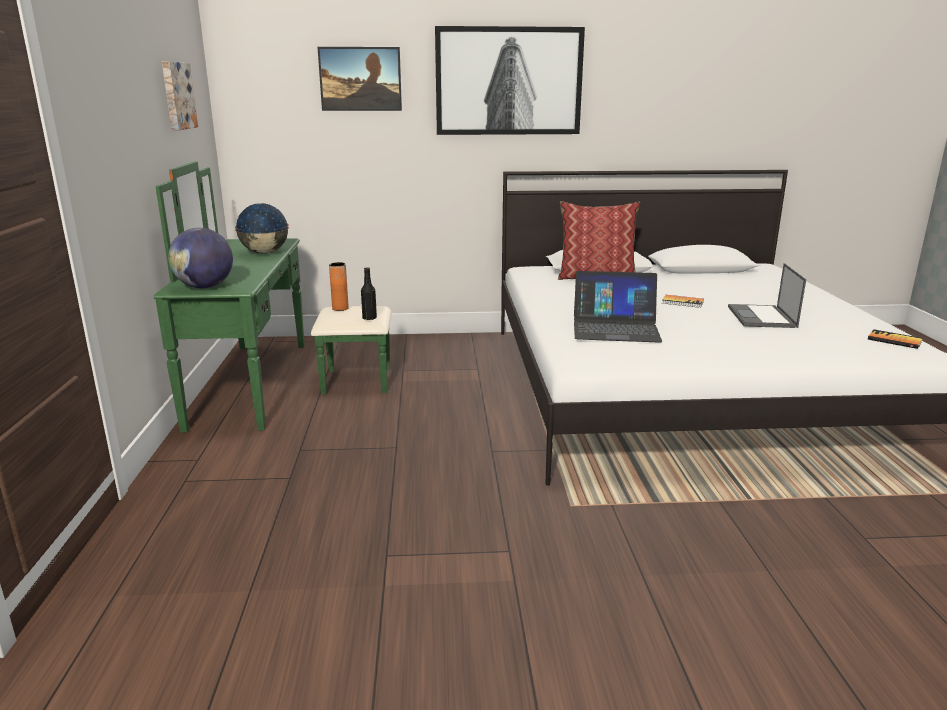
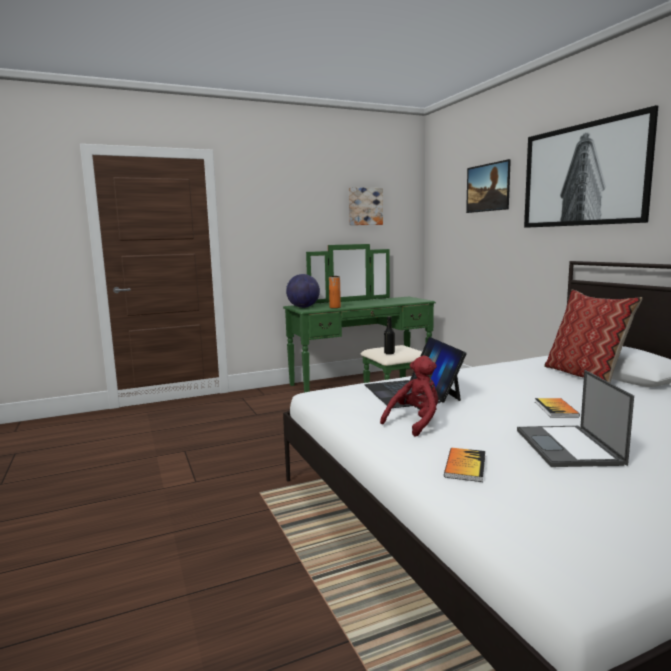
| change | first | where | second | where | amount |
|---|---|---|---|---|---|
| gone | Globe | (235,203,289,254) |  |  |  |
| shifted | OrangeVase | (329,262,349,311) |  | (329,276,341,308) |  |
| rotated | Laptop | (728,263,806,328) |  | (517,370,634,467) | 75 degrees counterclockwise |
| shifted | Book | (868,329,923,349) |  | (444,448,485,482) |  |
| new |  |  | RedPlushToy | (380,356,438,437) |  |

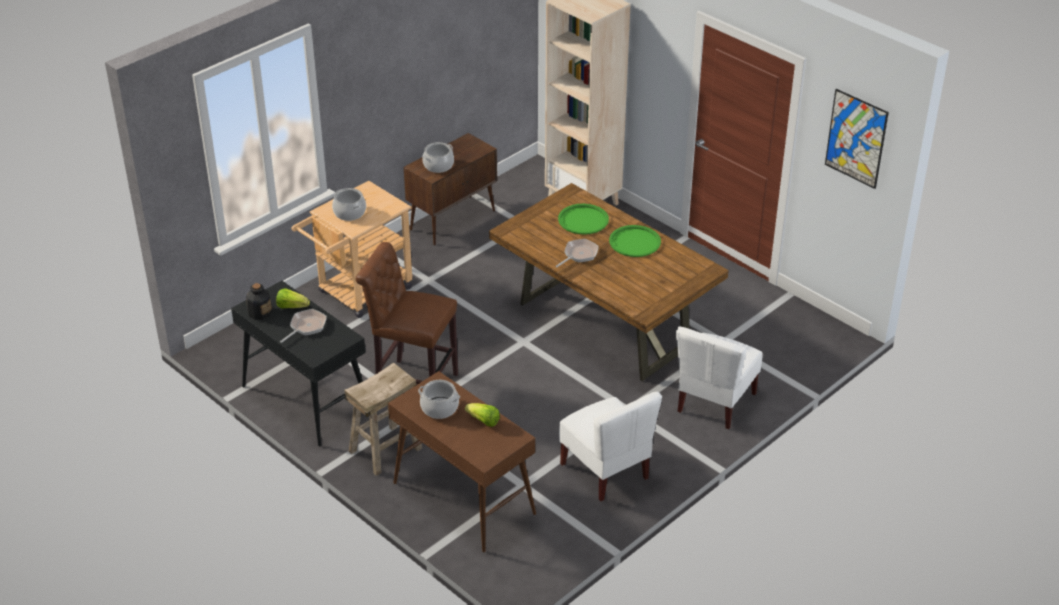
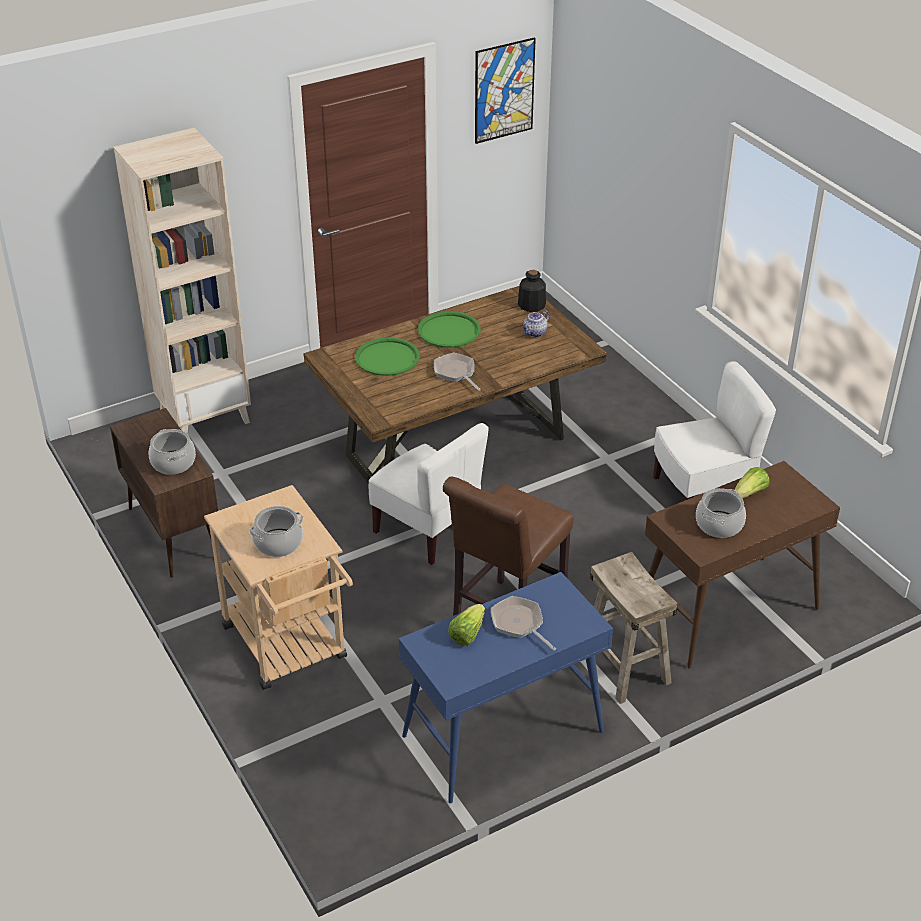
| change | first | where | second | where | amount |
|---|---|---|---|---|---|
| repainted | BlackConsoleTable | (231,281,366,447) | BlueConsoleTable | (399,572,613,803) |  |
| shifted | Bottle | (246,283,273,320) |  | (518,270,546,312) |  |
| shifted | WhiteChair | (676,326,763,429) |  | (369,423,489,565) |  |
| new |  |  | Teapot | (522,310,549,337) |  |

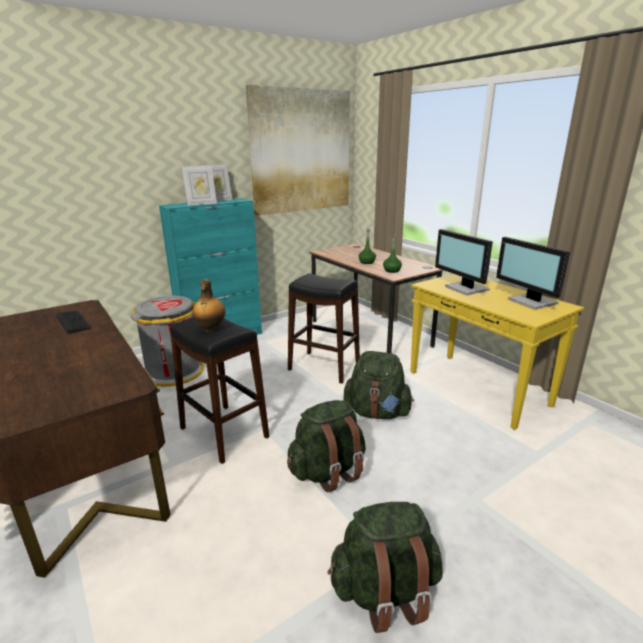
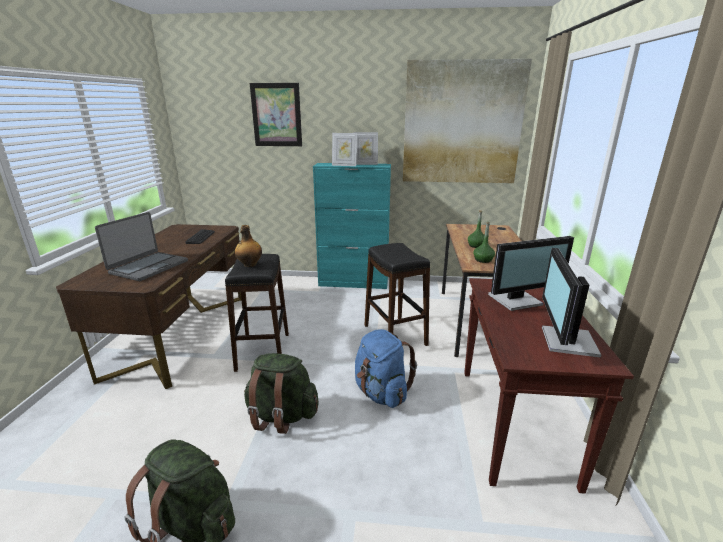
| change | first | where | second | where | amount |
|---|---|---|---|---|---|
| rotated | Monitor | (435,229,493,295) |  | (488,236,574,311) | 120 degrees counterclockwise |
| repainted | YellowConsoleTable | (410,274,584,430) | BrownConsoleTable | (464,278,634,494) |  |
| gone | GreyTrashCan | (130,296,204,387) |  |  |  |
| repainted | GreenBackpack | (343,351,414,419) | BlueBackpack | (355,329,417,408) |  |
| new |  |  | Picture | (250,83,302,146) |  |
| new |  |  | Laptop | (95,212,188,281) |  |

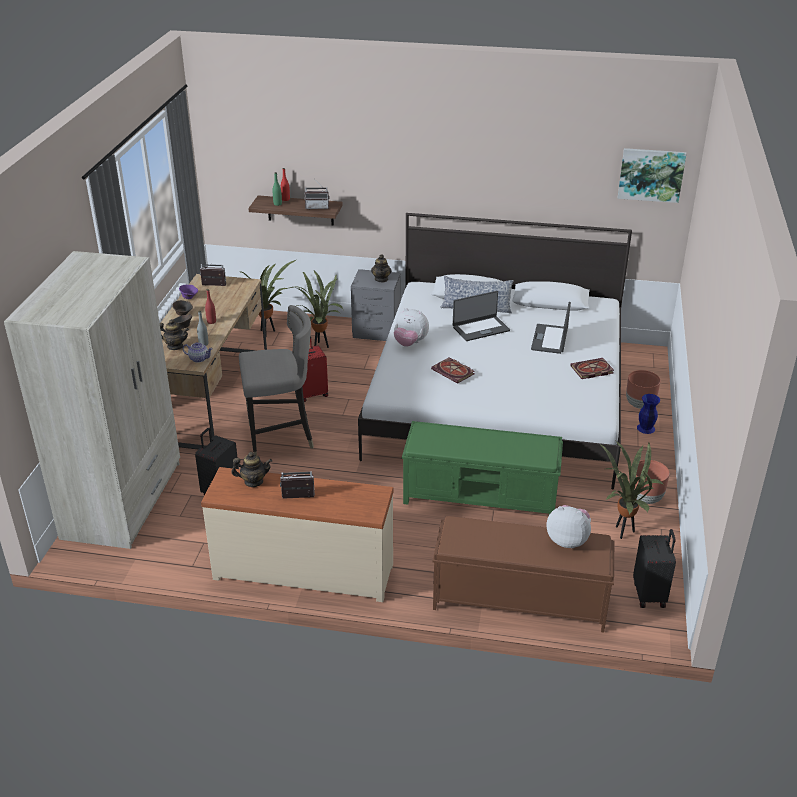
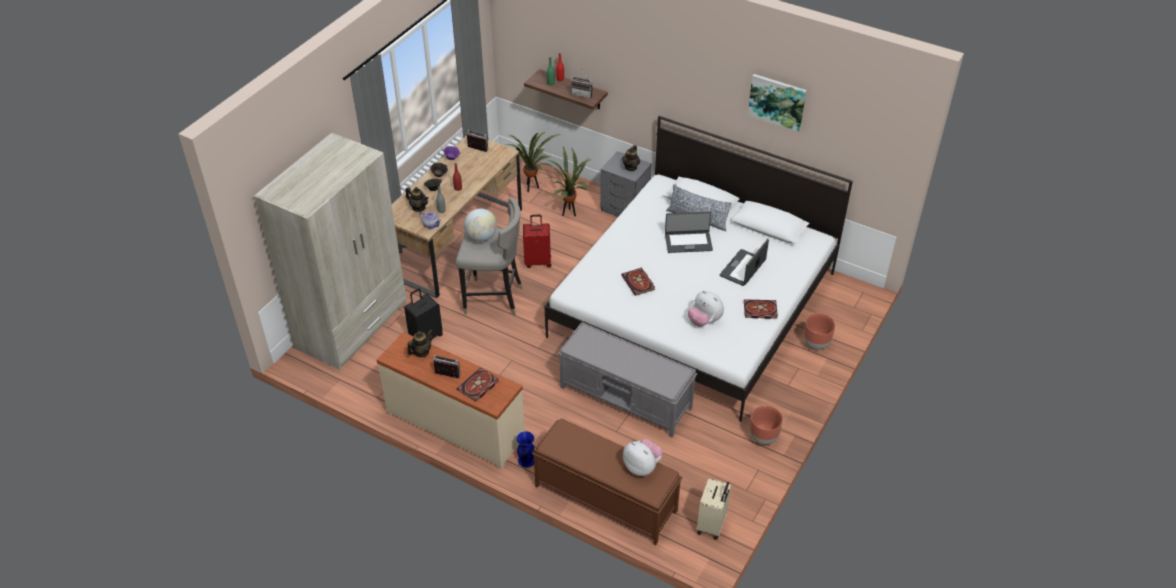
| change | first | where | second | where | amount |
|---|---|---|---|---|---|
| shifted | Picture | (618,148,686,203) |  | (748,74,807,132) |  |
| shifted | PlushToy | (394,308,429,347) |  | (688,290,724,326) |  |
| shifted | BlueVase | (637,394,660,434) |  | (517,431,535,468) |  |
| repainted | GreenBench | (402,421,563,515) | GreyBench | (558,322,697,437) |  |
| gone | PottedPlant | (601,441,665,539) |  |  |  |
| rotated | Teapot | (231,452,272,487) |  | (407,330,433,357) | 60 degrees counterclockwise |
| repainted | BlackSuitcase | (633,529,676,608) | BeigeSuitcase | (697,478,731,540) |  |
| new |  |  | Globe | (464,208,497,242) |  |
| new |  |  | Book | (457,367,499,402) |  |

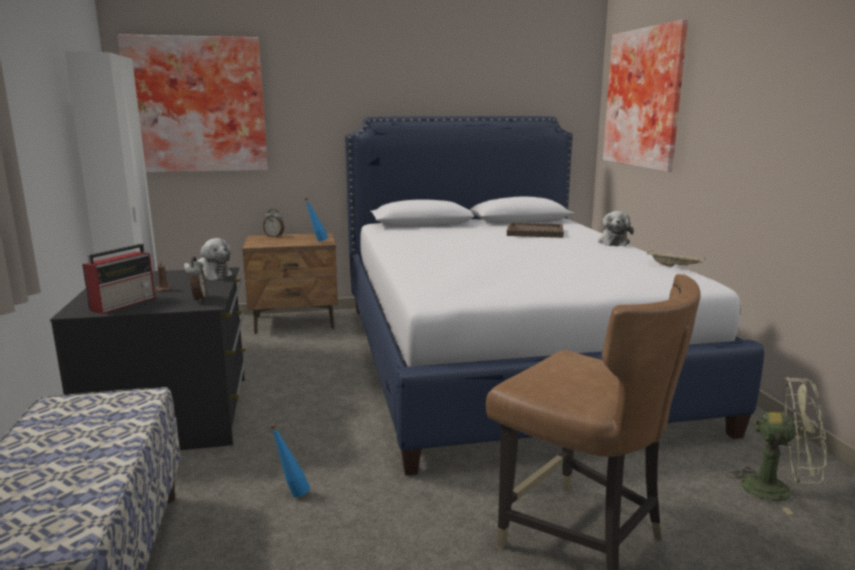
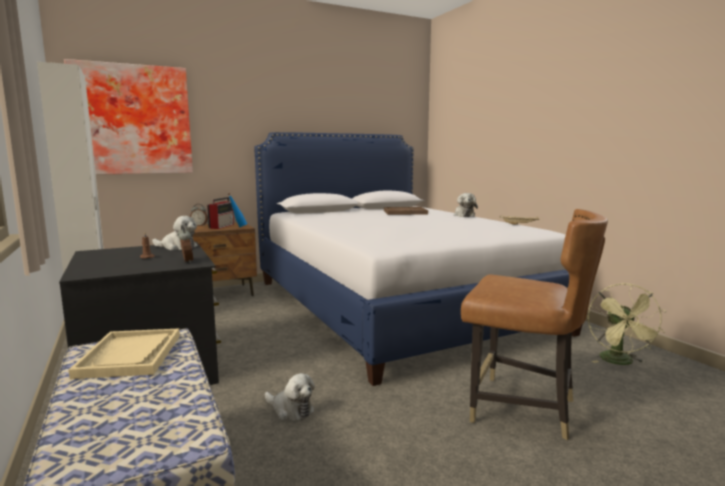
| change | first | where | second | where | amount |
|---|---|---|---|---|---|
| gone | Picture | (603,19,688,172) |  |  |  |
| shifted | Radio | (82,244,155,314) |  | (207,197,234,229) |  |
| rotated | GreenFan | (726,377,826,515) |  | (588,283,666,365) | 90 degrees clockwise |
| swapped | BlueBottle | (270,424,310,498) | PlushToy | (265,373,315,421) |  |
| new |  |  | BeigeTray | (69,328,180,379) |  |

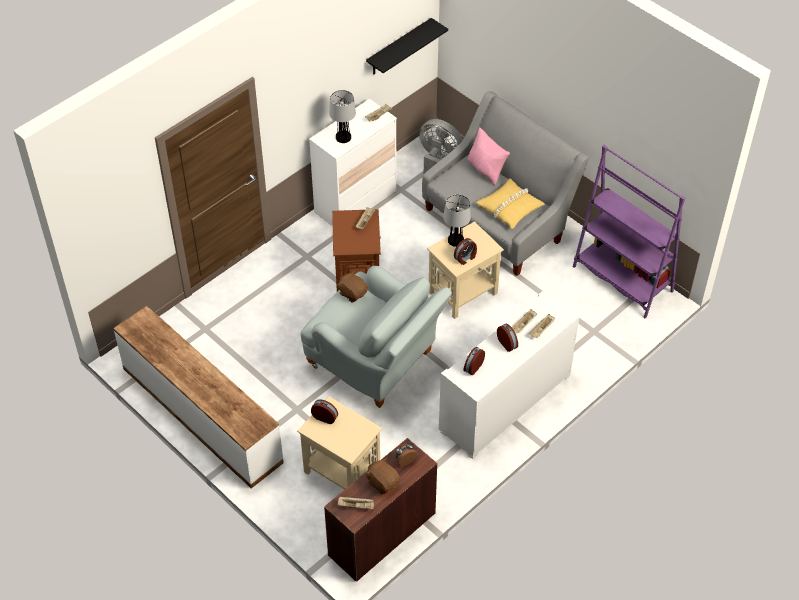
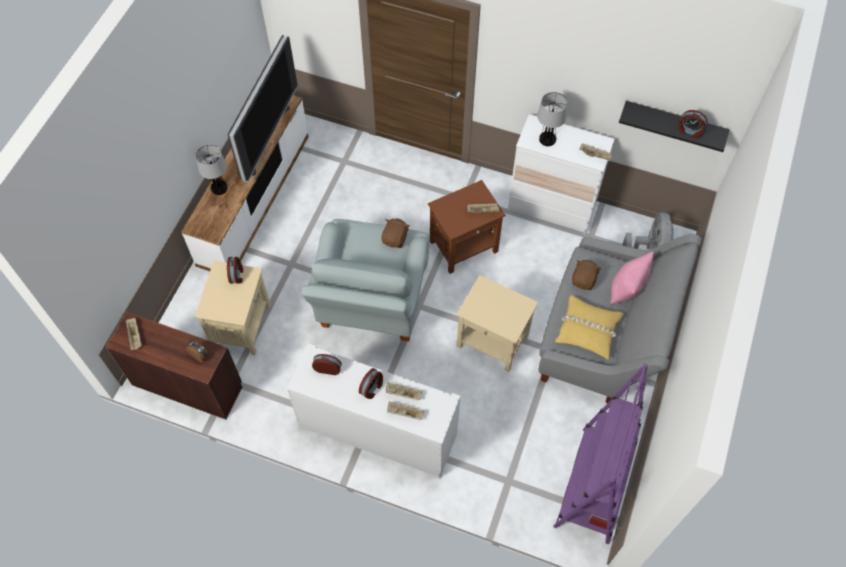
| change | first | where | second | where | amount |
|---|---|---|---|---|---|
| shifted | TableLamp | (443,194,471,247) |  | (196,145,228,195) |  |
| shifted | AlarmClock | (454,238,477,265) |  | (678,110,708,139) |  |
| shifted | BrownPlushToy | (366,458,400,494) |  | (572,260,602,290) |  |
| new |  |  | Television | (228,35,297,182) |  |

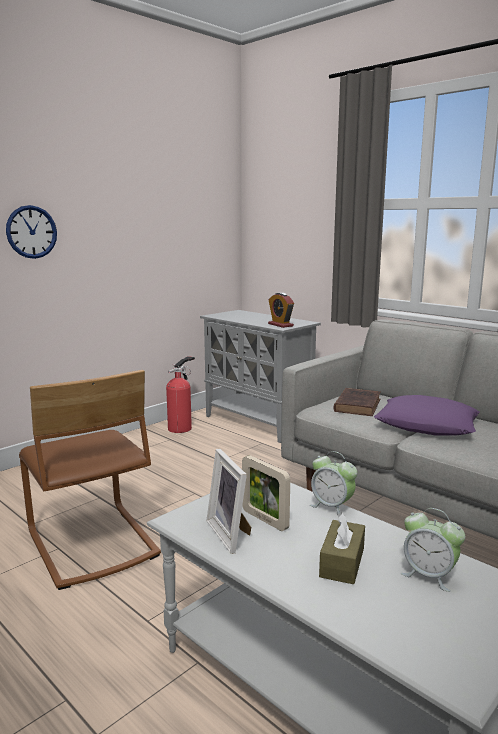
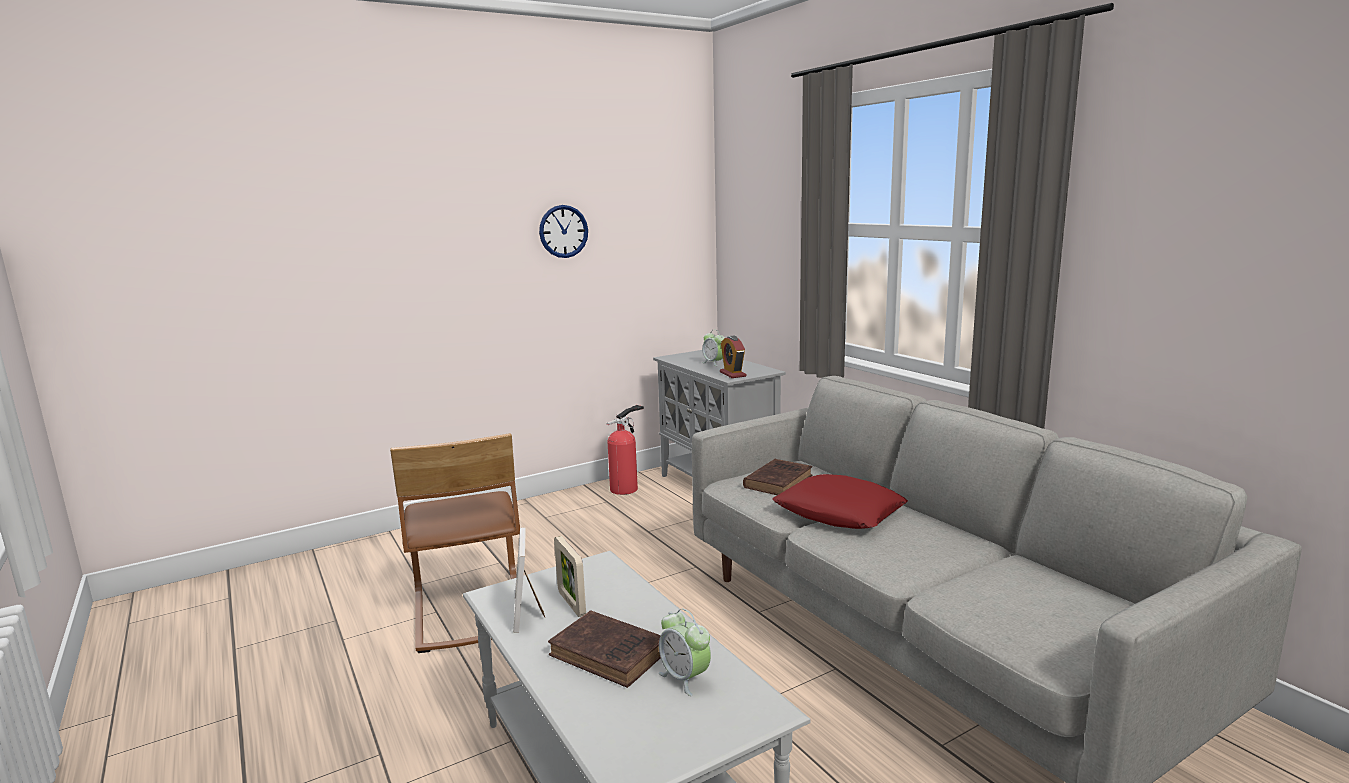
| change | first | where | second | where | amount |
|---|---|---|---|---|---|
| shifted | WallClock | (6,205,57,259) |  | (539,205,588,258) |  |
| repainted | PurplePillow | (374,395,480,436) | RedPillow | (772,474,908,529) |  |
| shifted | AlarmClock | (310,451,357,515) |  | (702,330,725,366) |  |
| swapped | BrownTissueBox | (319,512,365,584) | BrownBook | (548,610,661,688) |  |

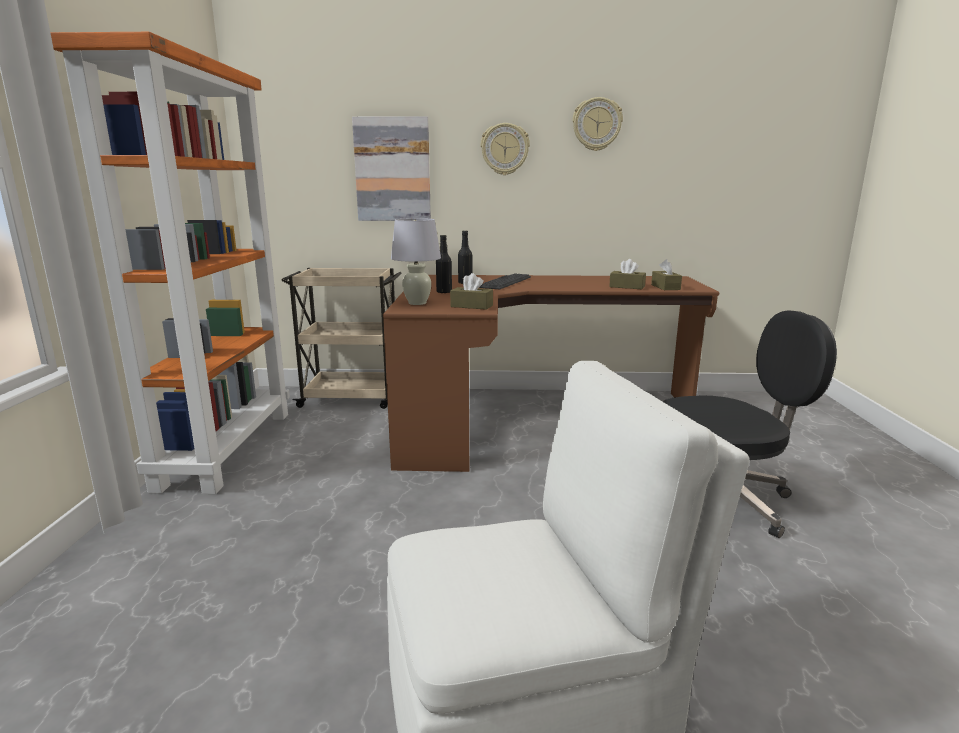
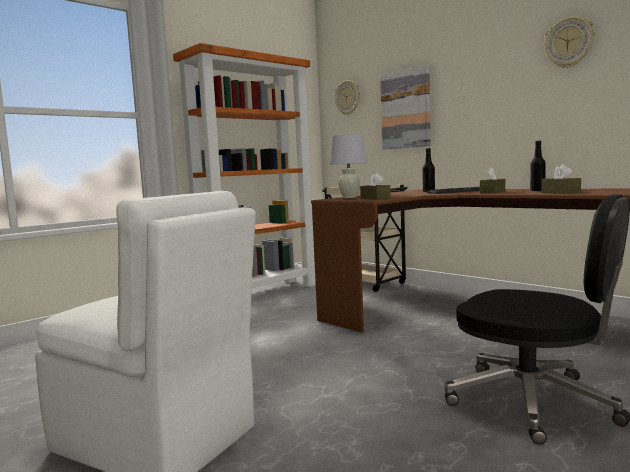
| change | first | where | second | where | amount |
|---|---|---|---|---|---|
| shifted | WallClock | (481,123,530,175) |  | (335,80,360,115) |  |
| shifted | BlackBottle | (436,235,452,293) |  | (530,141,546,191) |  |
| shifted | BrownTissueBox | (651,259,682,290) |  | (480,167,505,193) |  |

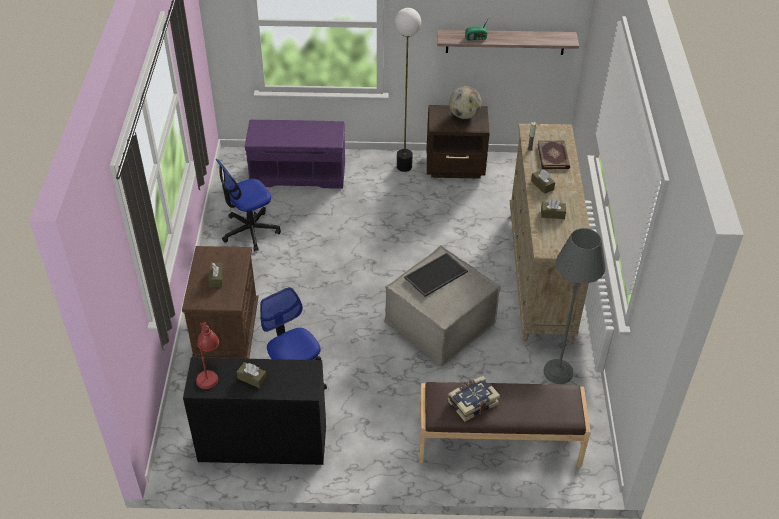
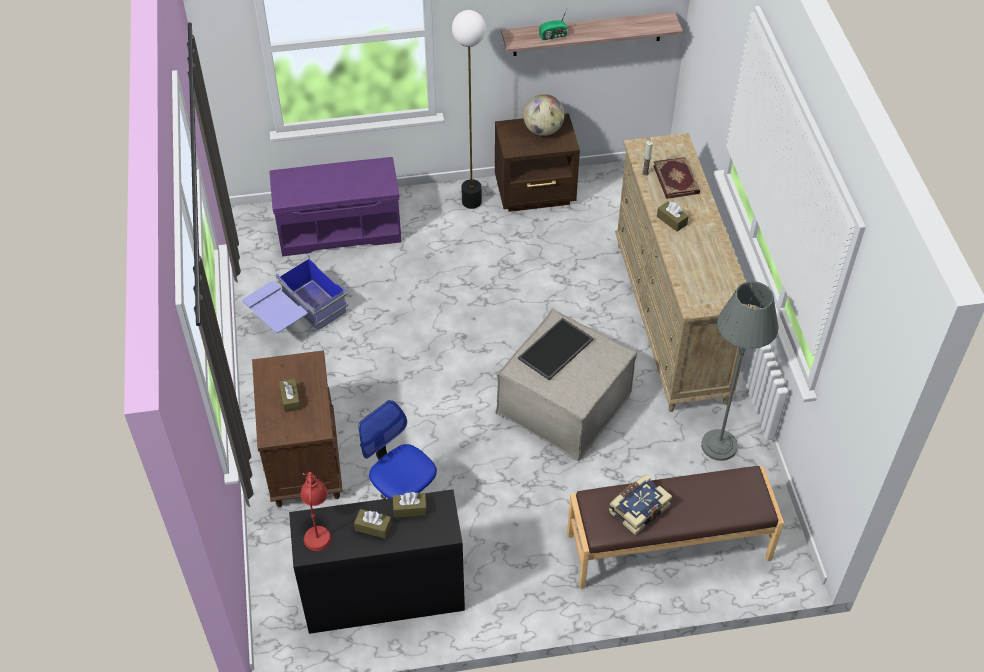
| change | first | where | second | where | amount |
|---|---|---|---|---|---|
| swapped | OfficeChair | (216,159,281,252) | BlueStorageBox | (242,253,348,333) |  |
| shifted | BrownTissueBox | (541,199,566,219) |  | (393,492,427,518) |  |

